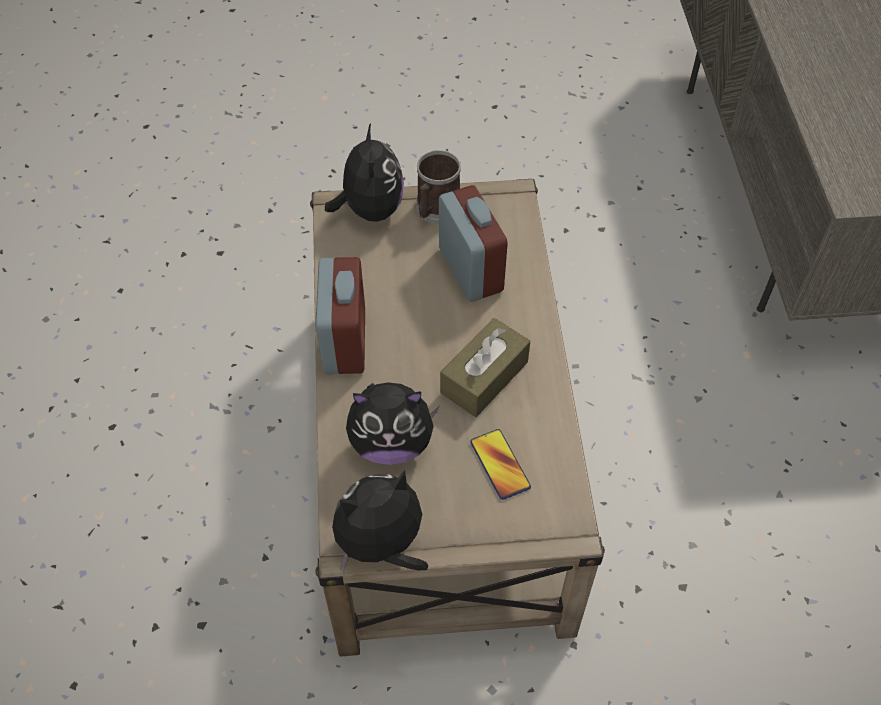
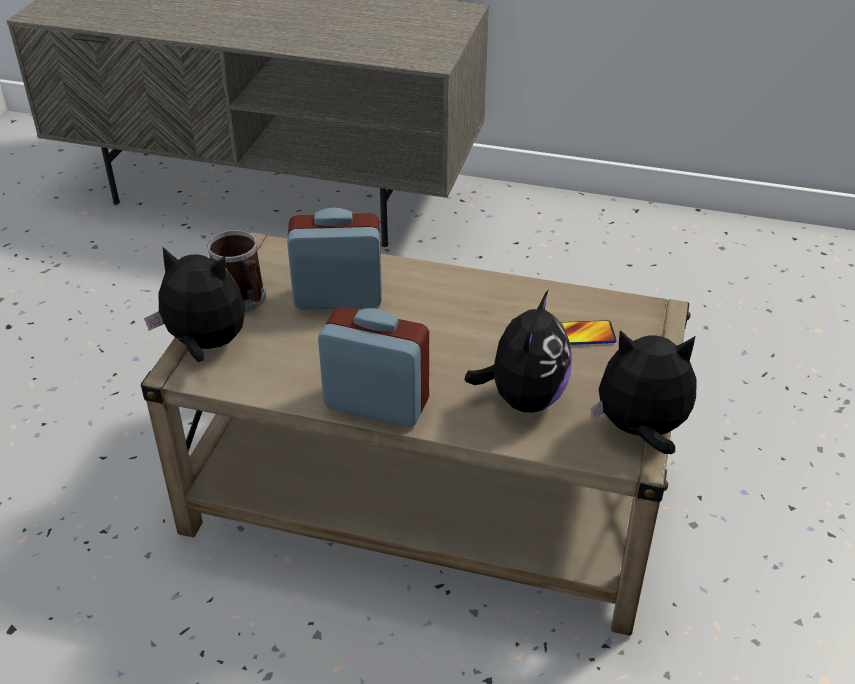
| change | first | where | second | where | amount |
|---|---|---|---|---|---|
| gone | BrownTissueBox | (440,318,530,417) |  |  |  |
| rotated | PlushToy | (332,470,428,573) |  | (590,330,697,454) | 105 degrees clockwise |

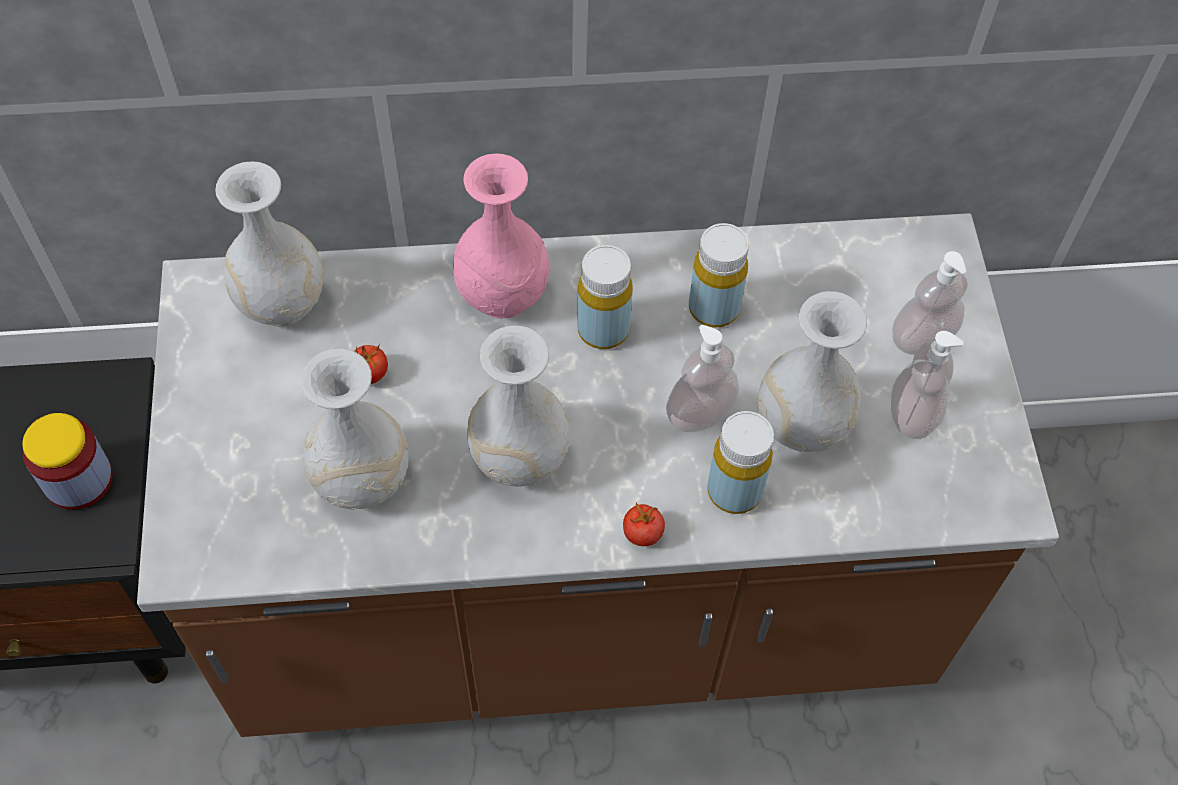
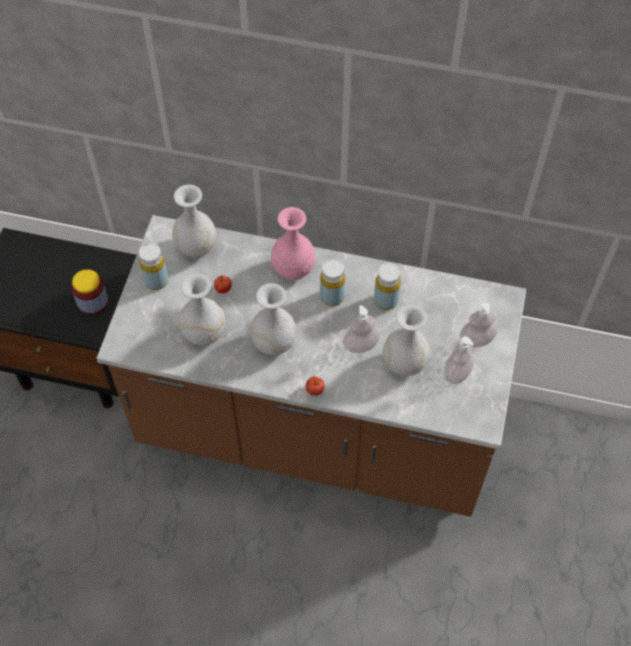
| change | first | where | second | where | amount |
|---|---|---|---|---|---|
| shifted | YellowBottle | (707,411,774,514) |  | (139,243,168,290) |  |

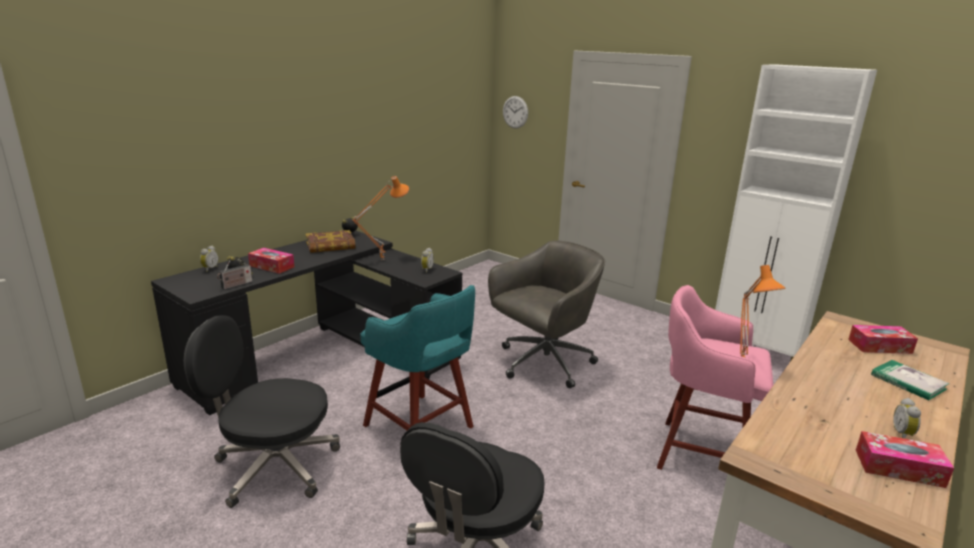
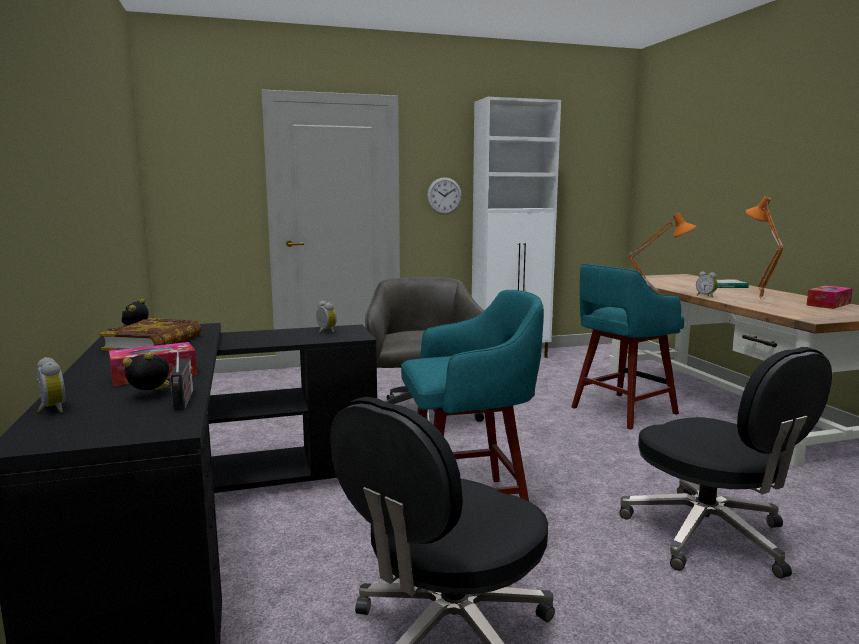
| change | first | where | second | where | amount |
|---|---|---|---|---|---|
| shifted | WallClock | (503,96,528,129) |  | (427,177,462,215) |  |
| shifted | OrangeTableLamp | (352,176,409,260) |  | (746,196,784,300) |  |
| repainted | PinkStool | (657,285,773,470) | TurquoiseStool | (571,264,685,429) |  |
| gone | TissueBox | (848,325,918,354) |  |  |  |
| shifted | AlarmClock | (893,398,921,439) |  | (696,271,718,298) |  |

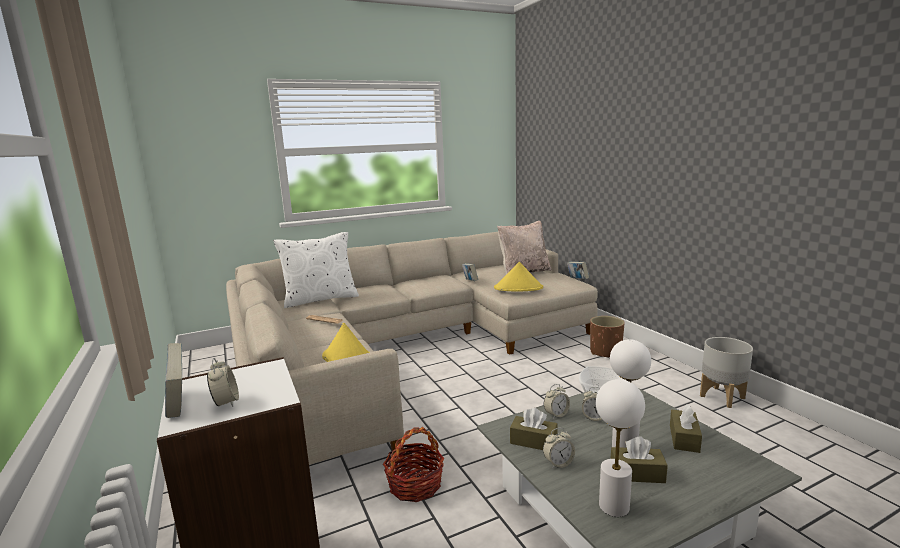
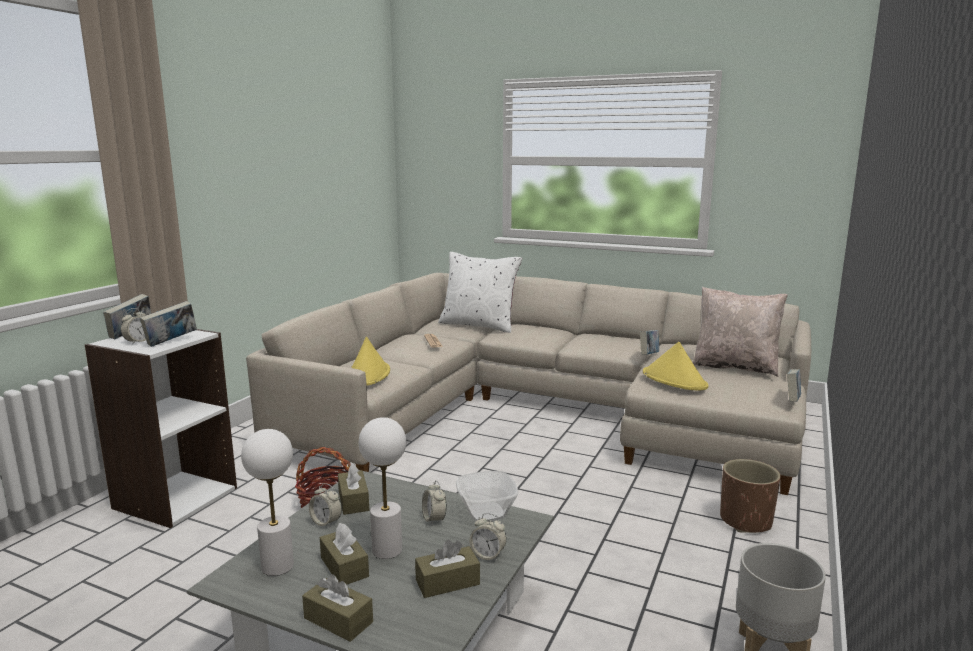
| change | first | where | second | where | amount |
|---|---|---|---|---|---|
| shifted | AlarmClock | (544,384,570,419) |  | (469,513,507,561) |  |
| new |  |  | Book | (140,301,197,347) |  |
| new |  |  | BrownTissueBox | (302,574,373,642) |  |

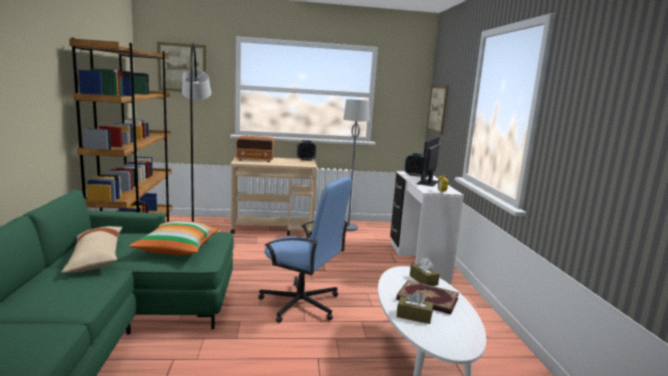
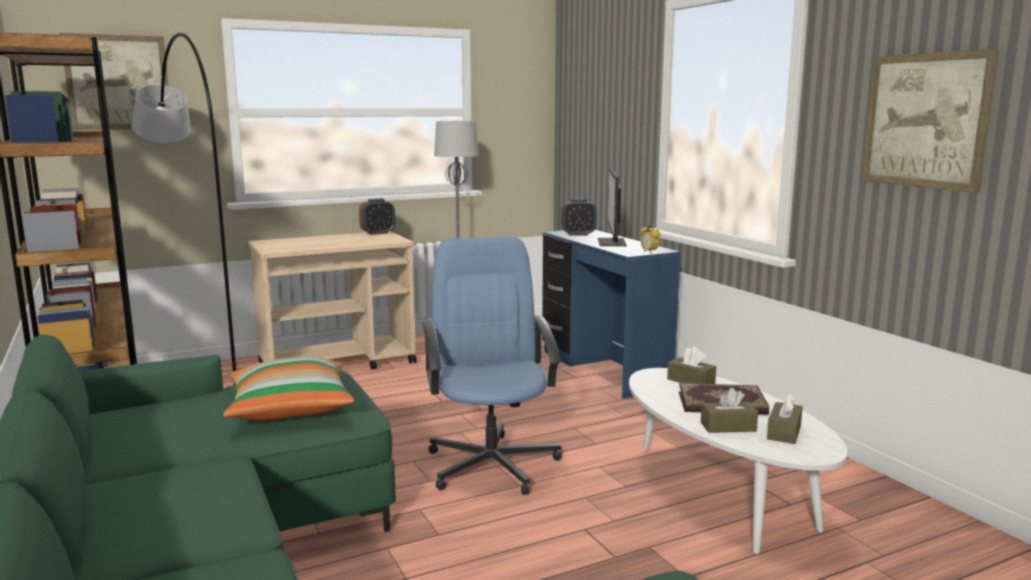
| change | first | where | second | where | amount |
|---|---|---|---|---|---|
| shifted | Picture | (426,85,449,135) |  | (862,49,999,193) |  |
| gone | Radio | (235,136,275,162) |  |  |  |
| repainted | WhiteDesk | (390,171,464,283) | BlueDesk | (542,230,681,399) |  |
| rotated | BlueOfficeChair | (258,177,352,323) |  | (422,237,562,495) | 105 degrees counterclockwise |
| gone | BeigePillow | (61,226,122,273) |  |  |  |
| new |  |  | BrownTissueBox | (767,392,803,444) |  |

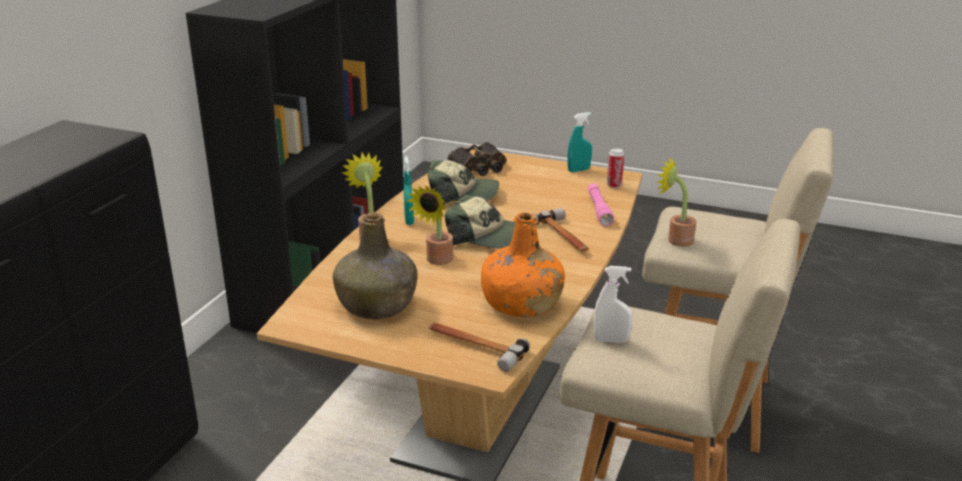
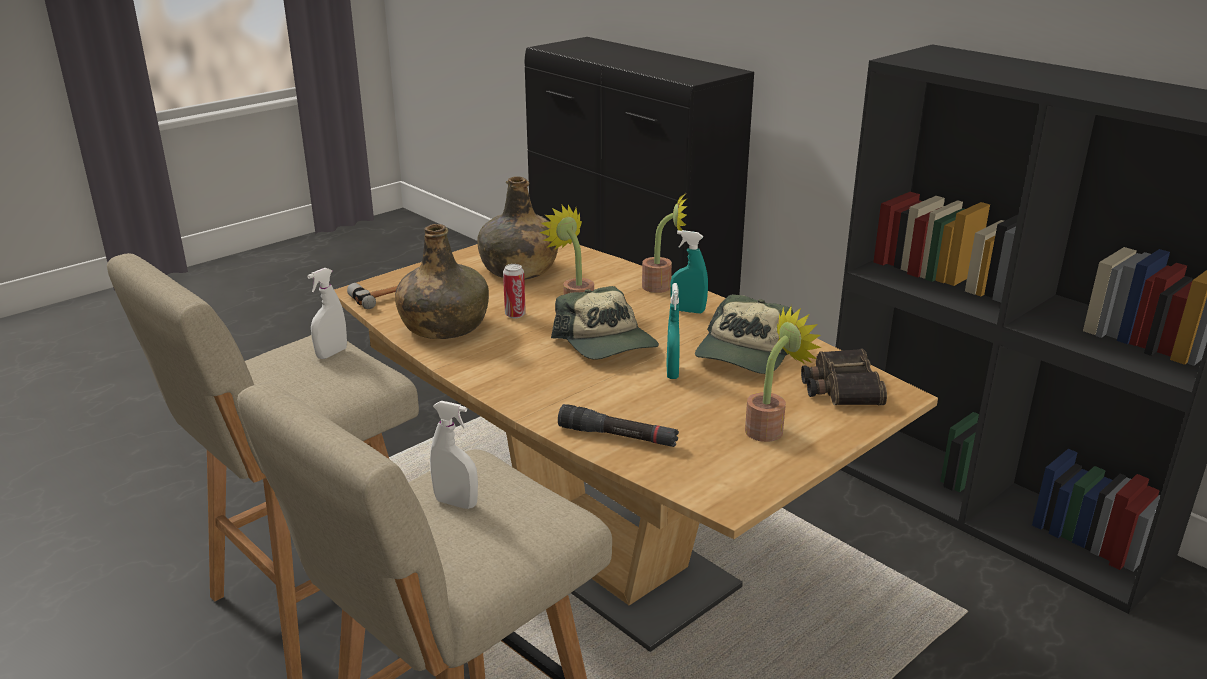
| change | first | where | second | where | amount |
|---|---|---|---|---|---|
| shifted | TurquoiseSprayBottle | (567,112,592,172) |  | (666,283,680,379) |  |
| shifted | Can | (607,148,624,188) |  | (503,264,526,318) |  |
| shifted | PottedPlant | (656,157,696,247) |  | (745,305,822,442) |  |
| repainted | PinkFlashlight | (588,183,614,226) | BlackFlashlight | (558,404,679,447) |  |
| rotated | Cap | (445,195,516,248) |  | (551,286,659,360) | 75 degrees counterclockwise |
| gone | Hammer | (533,208,589,252) |  |  |  |
| repainted | OrangeBottle | (481,212,565,318) | GreenBottle | (395,224,489,339) |  |
| new |  |  | WhiteSprayBottle | (430,401,478,509) |  |

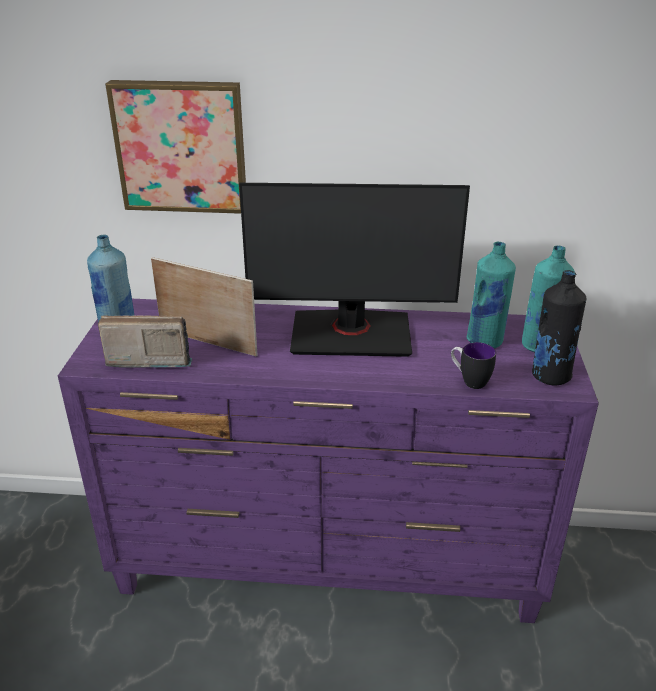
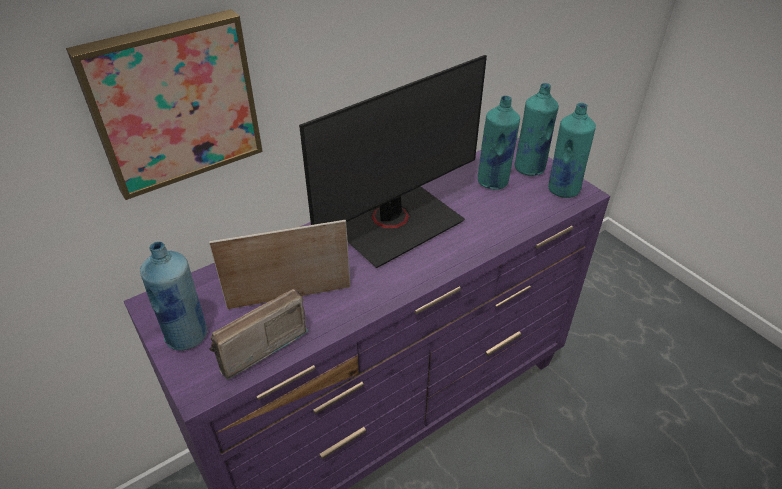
| change | first | where | second | where | amount |
|---|---|---|---|---|---|
| repainted | BlackBottle | (532,270,586,386) | TurquoiseBottle | (548,103,596,198) |  |
| gone | Mug | (451,342,496,389) |  |  |  |

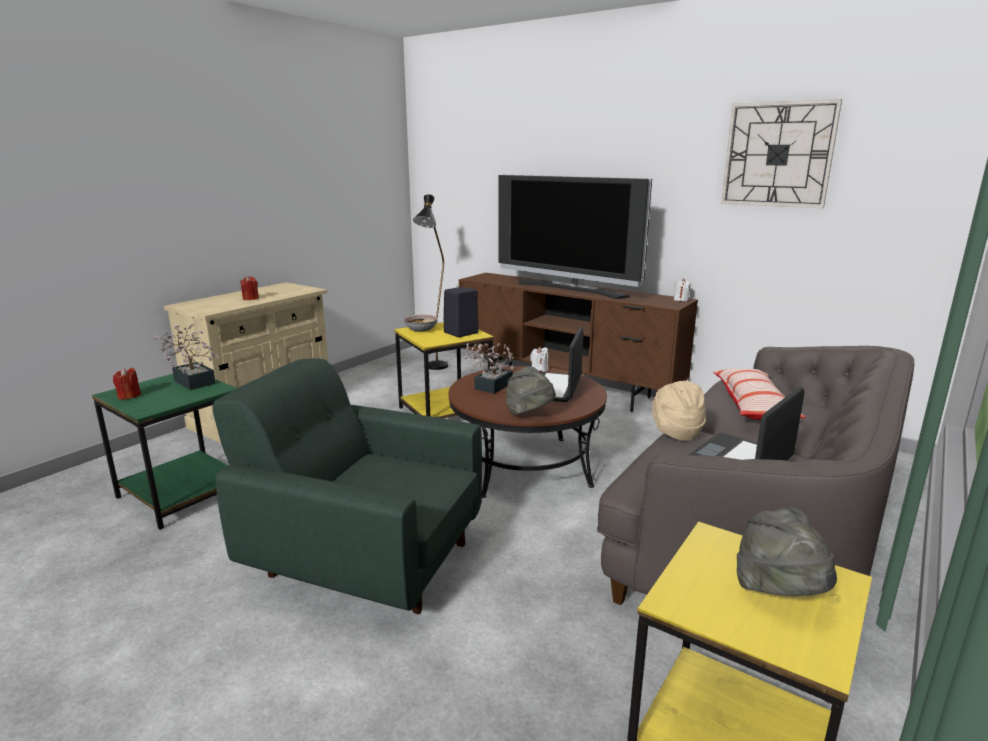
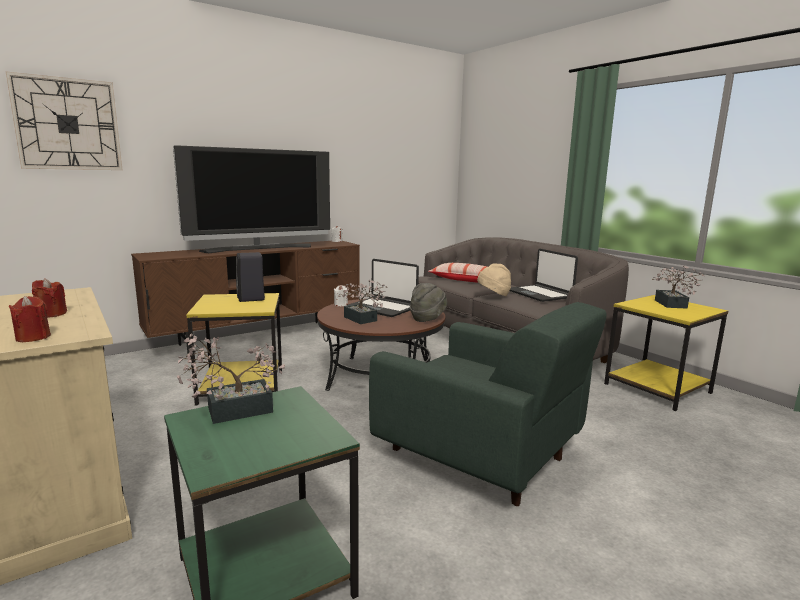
| change | first | where | second | where | amount |
|---|---|---|---|---|---|
| shifted | WallClock | (721,99,842,208) |  | (6,72,123,170) |  |
| gone | BlackFloorLamp | (413,194,448,370) |  |  |  |
| gone | Bowl | (404,315,438,332) |  |  |  |
| rotated | GreenArmchair | (212,358,482,614) |  | (369,302,607,506) | 90 degrees counterclockwise |
| shifted | RedCandle | (113,367,141,400) |  | (8,296,51,342) |  |
| swapped | GreyHat | (737,507,837,596) | PottedPlant | (652,265,704,309) |  |

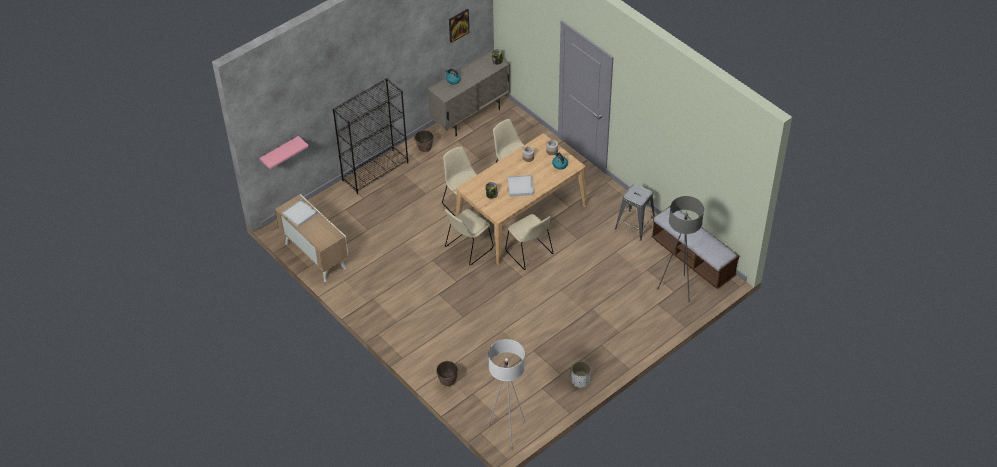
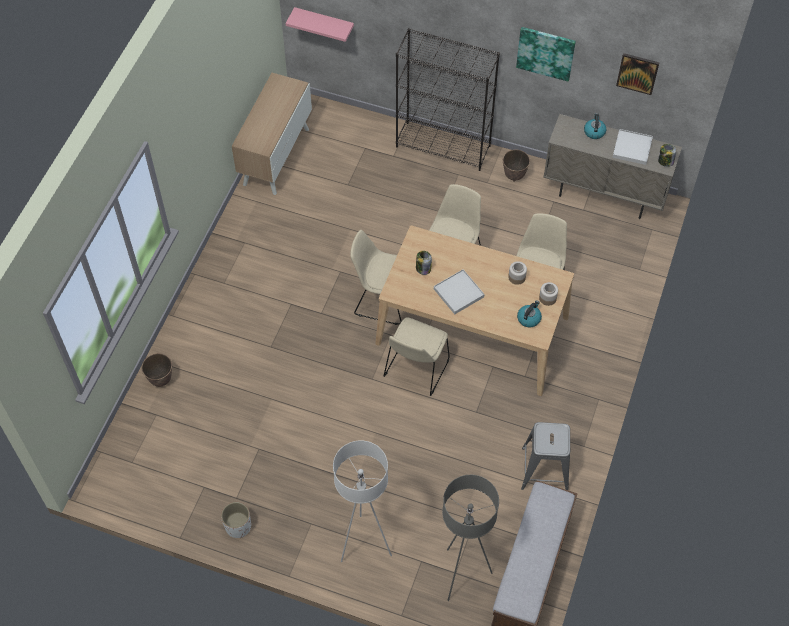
| change | first | where | second | where | amount |
|---|---|---|---|---|---|
| shifted | WhiteTray | (282,200,317,227) |  | (612,129,653,165) |  |
| shifted | WhiteFloorLamp | (488,339,525,450) |  | (333,440,392,562) |  |
| new |  |  | Picture | (516,27,576,81) |  |

